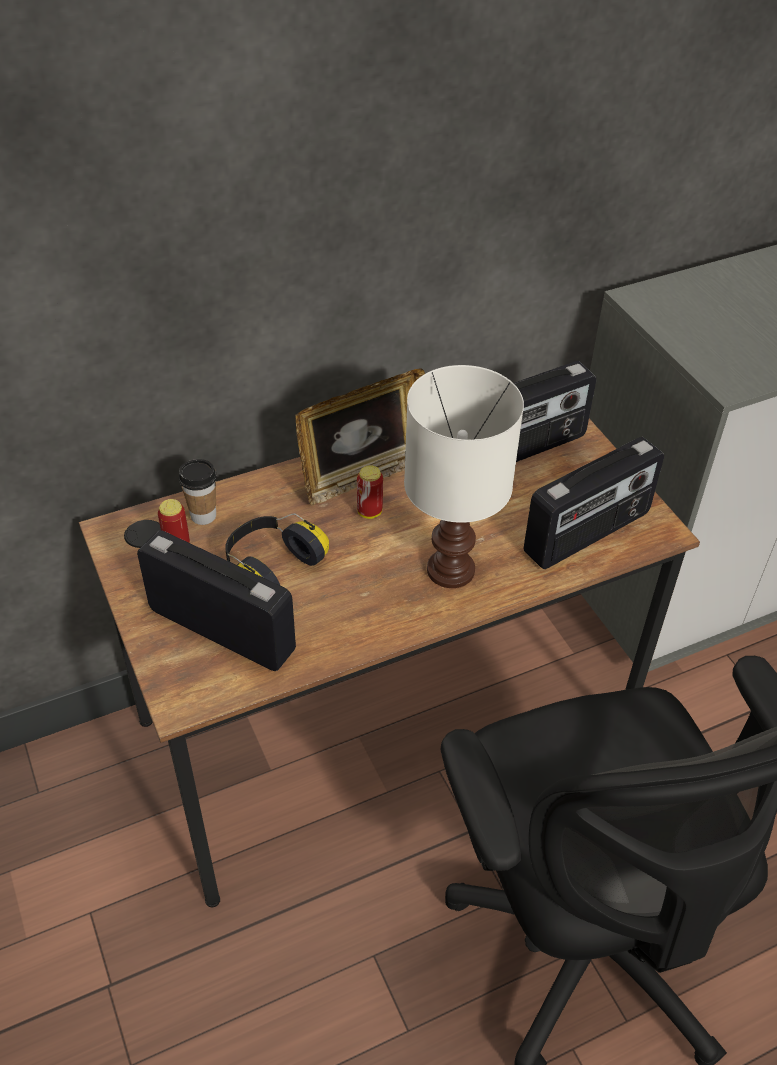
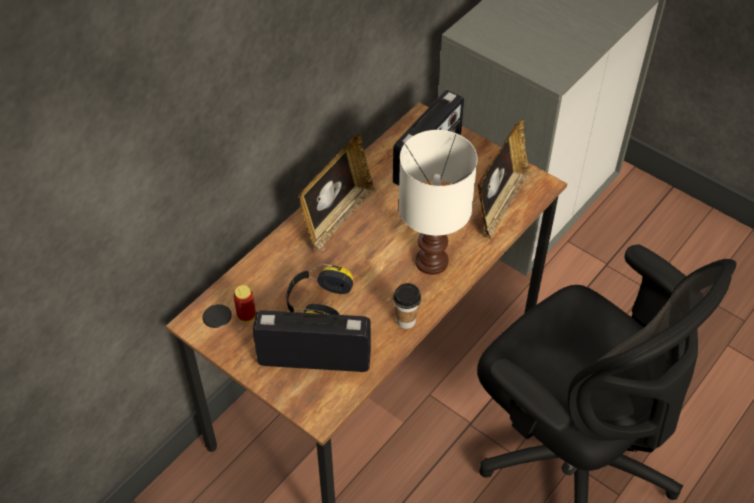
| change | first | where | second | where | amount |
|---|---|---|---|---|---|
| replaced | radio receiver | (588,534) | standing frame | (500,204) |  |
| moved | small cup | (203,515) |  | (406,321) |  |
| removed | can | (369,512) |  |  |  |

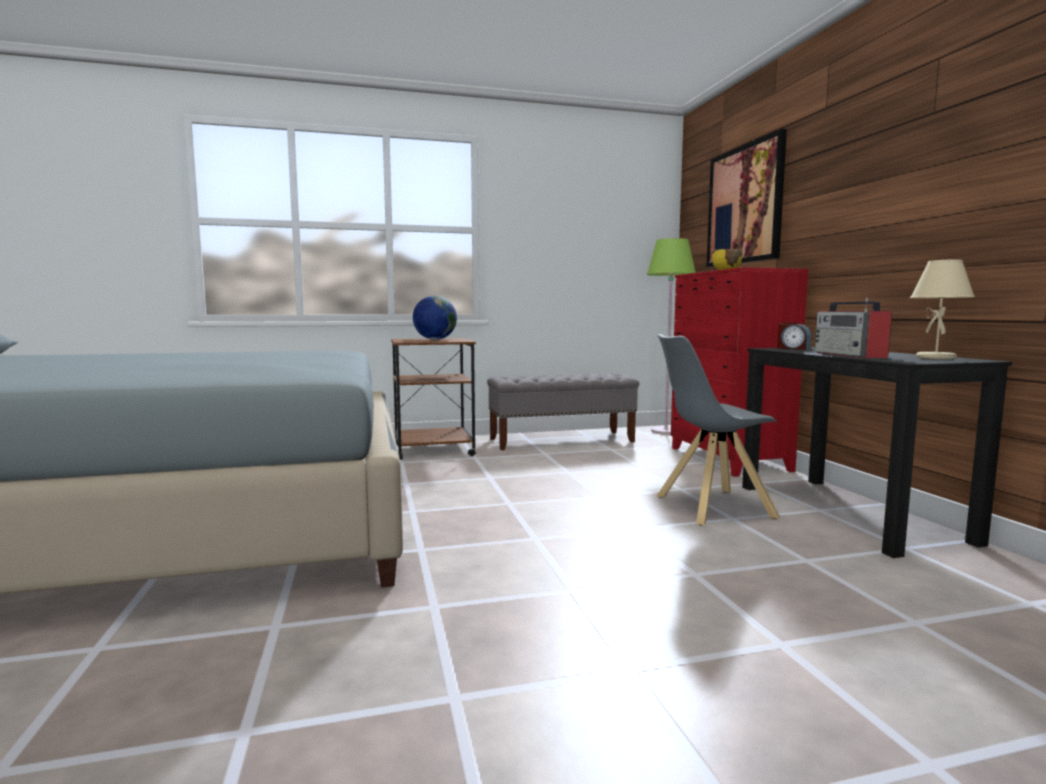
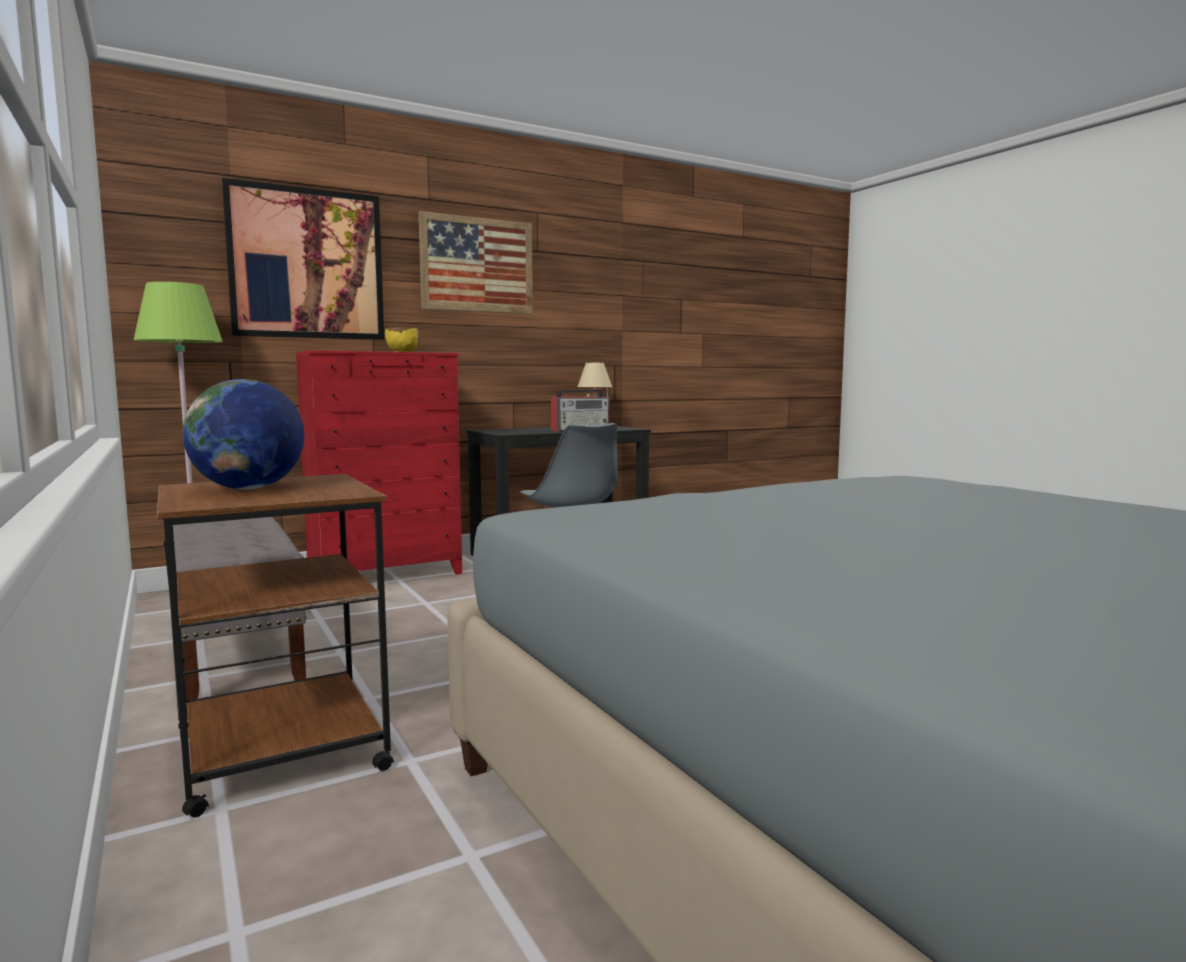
| change | first | where | second | where | amount |
|---|---|---|---|---|---|
| removed | alarm clock | (793,348) |  |  |  |
| added |  |  | picture | (477,265) |  |

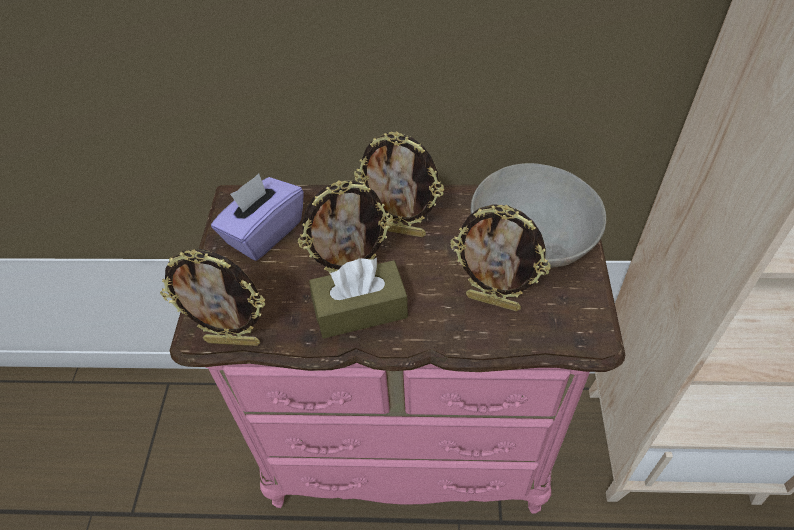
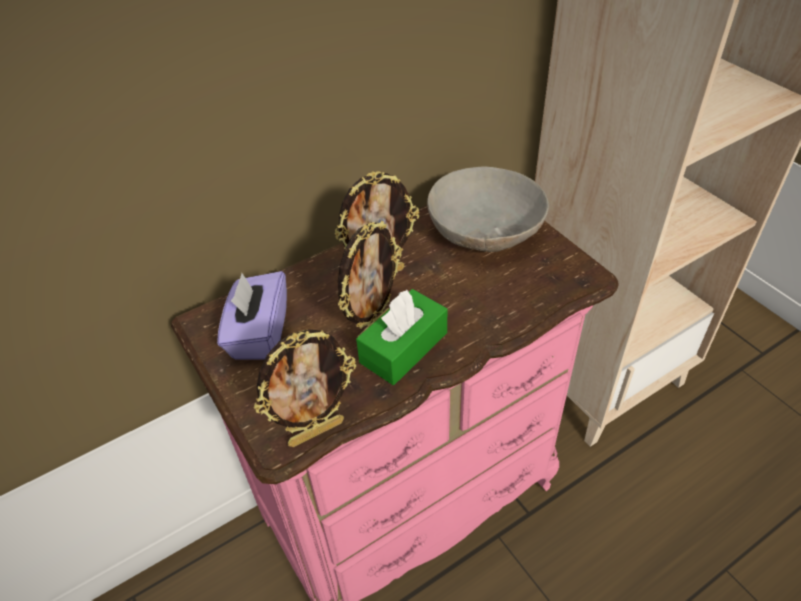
| change | first | where | second | where | amount |
|---|---|---|---|---|---|
| removed | standing frame | (493,301) |  |  |  |
| recoloured | tissue box in brownish | (360,310) | tissue box in greenish | (403,347) |  |

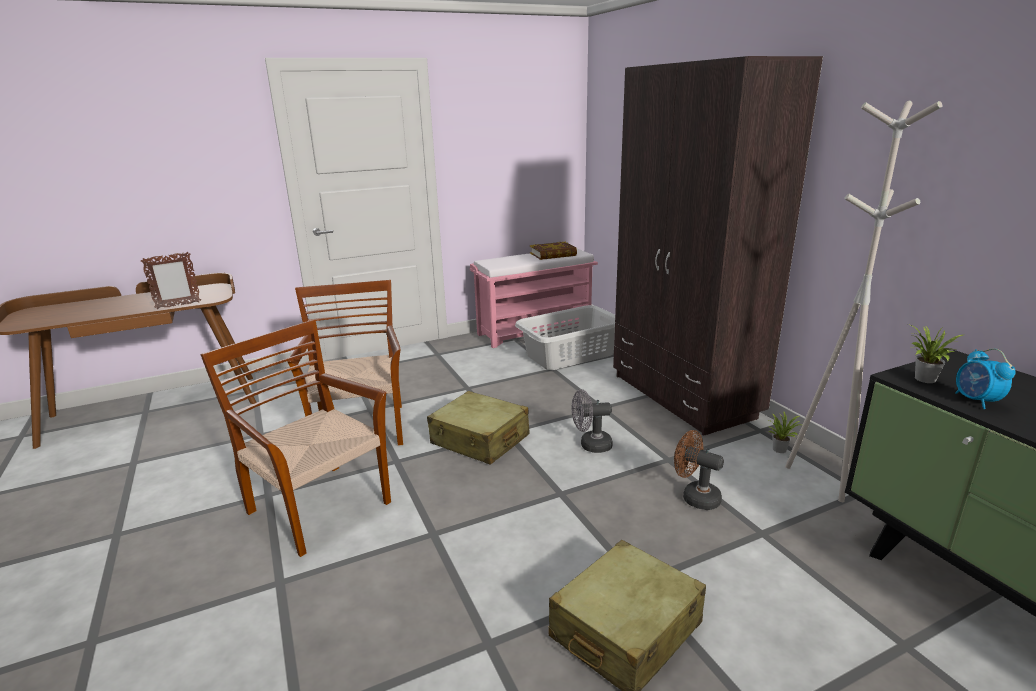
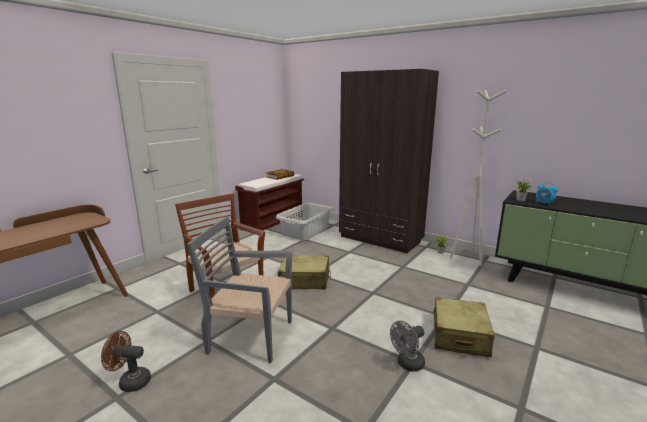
| change | first | where | second | where | amount |
|---|---|---|---|---|---|
| recoloured | indoor bench in pink | (535,331) | indoor bench in brownish | (273,223) |  |
| removed | standing frame | (178,305) |  |  |  |
| recoloured | armchair in brownish | (319,506) | armchair in grey | (250,336) |  |
| moved | electric fan in grey | (590,445) |  | (407,364) |  |
| moved | electric fan in brownish | (695,497) |  | (130,381) |  |

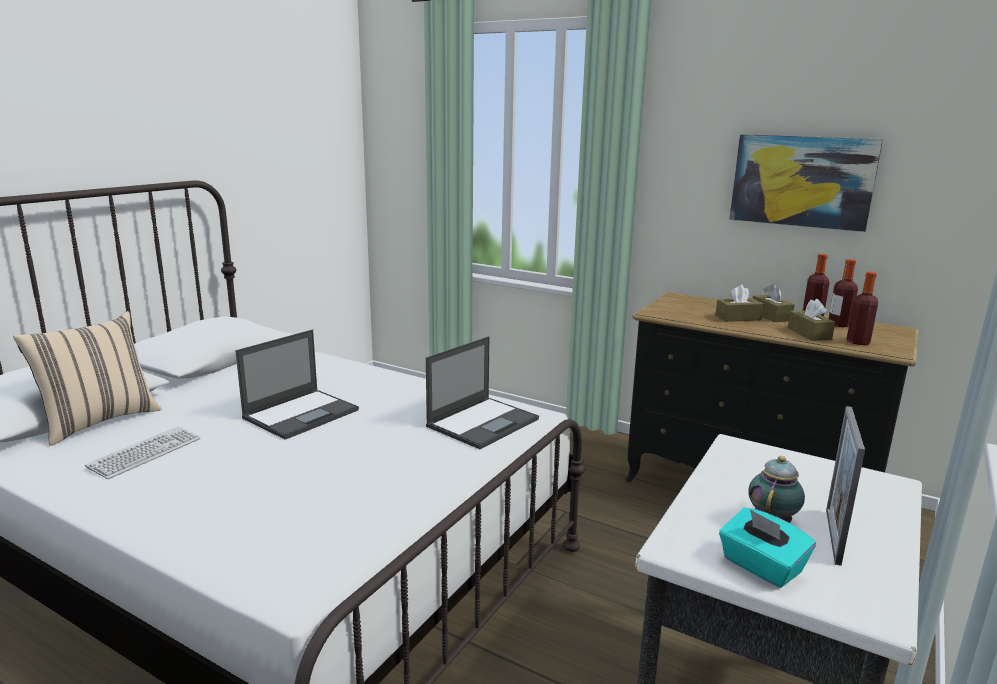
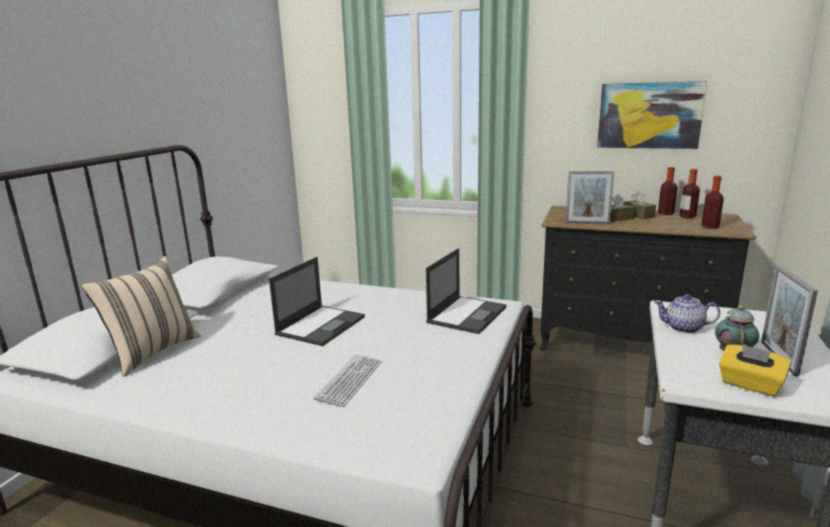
| change | first | where | second | where | amount |
|---|---|---|---|---|---|
| removed | tissue box in brownish | (809,333) |  |  |  |
| moved | PC keyboard | (145,453) |  | (350,380) |  |
| recoloured | tissue box in turquoise-coloured | (761,567) | tissue box in yellow | (750,385) |  |
| added |  |  | standing frame | (587,223) |  |
| added |  |  | tea pot | (683,328) |  |

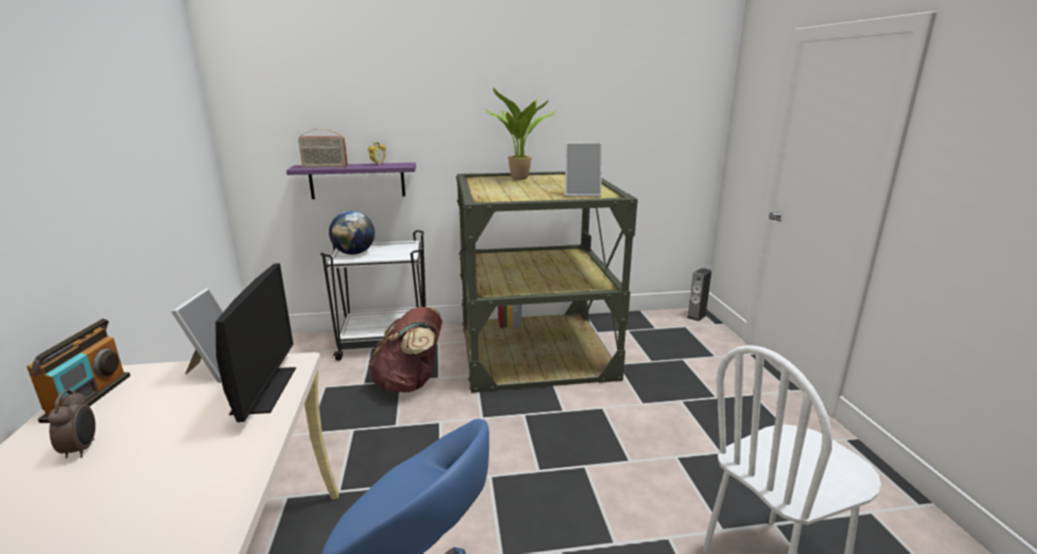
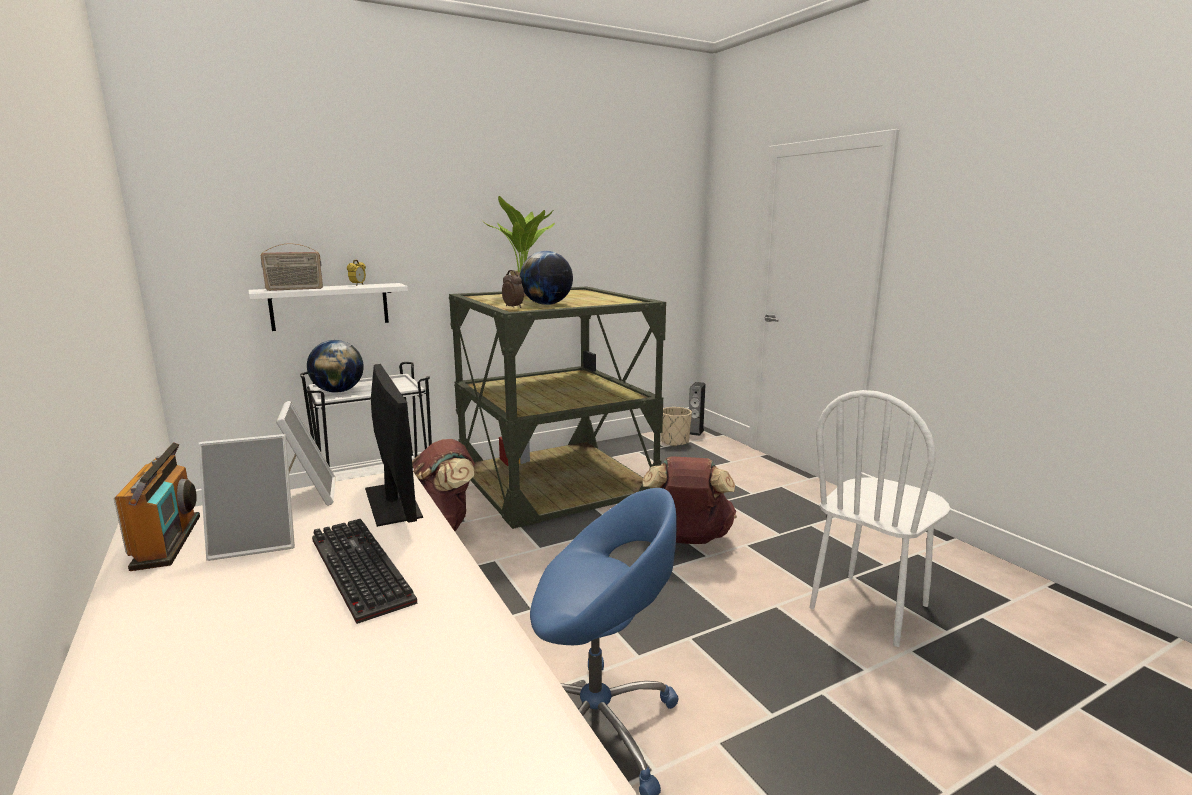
| change | first | where | second | where | amount |
|---|---|---|---|---|---|
| moved | standing frame | (582,194) |  | (257,542) |  |
| recoloured | bracket shelf in purplish | (357,180) | bracket shelf in whitish | (330,306) |  |
| moved | alarm clock | (82,449) |  | (513,307) |  |
| added |  |  | globe | (547,304) |  |
| added |  |  | plant pot in beige | (675,442) |  |
| added |  |  | knapsack in brownish | (685,540) |  |
| added |  |  | PC keyboard | (355,569) |  |

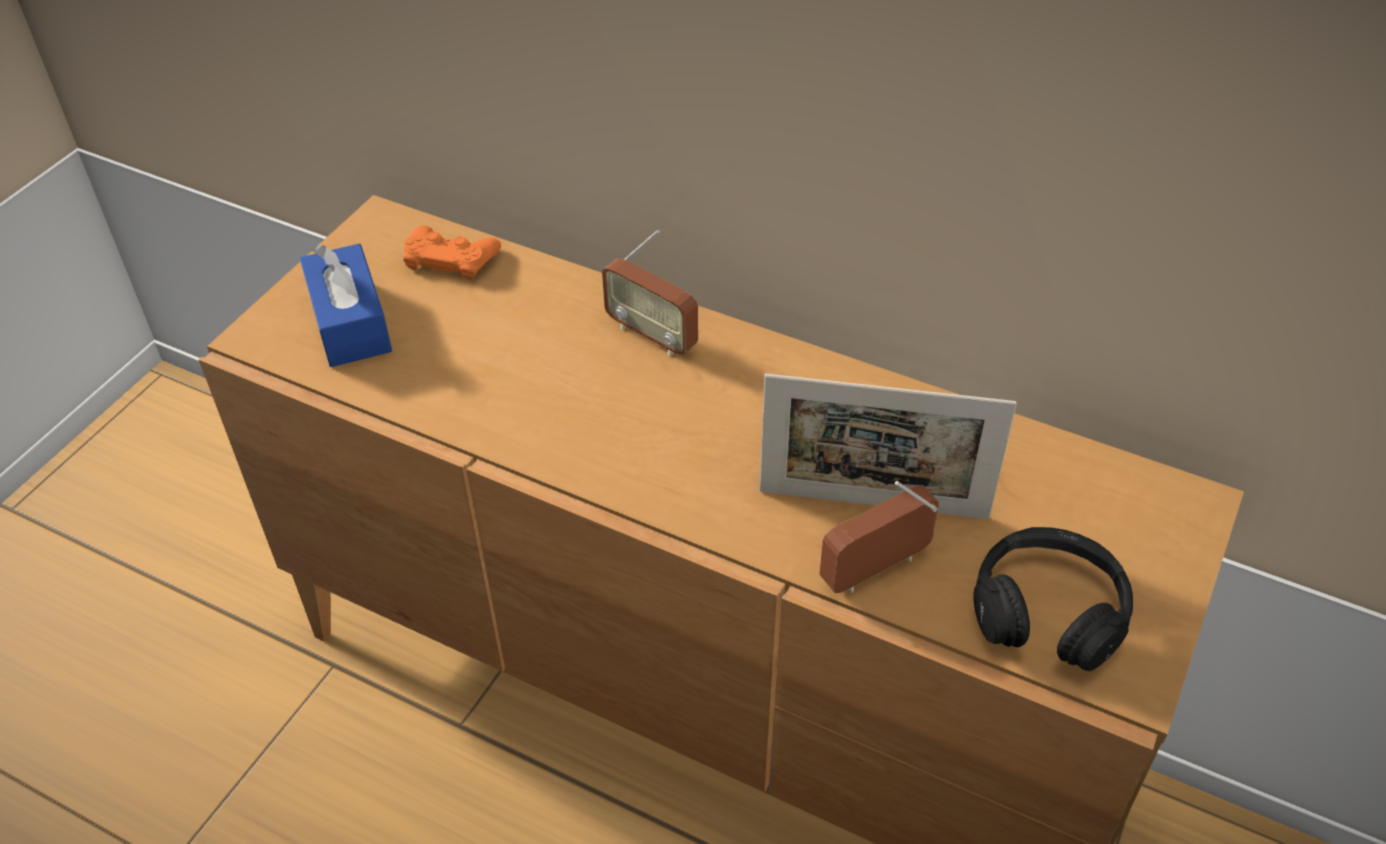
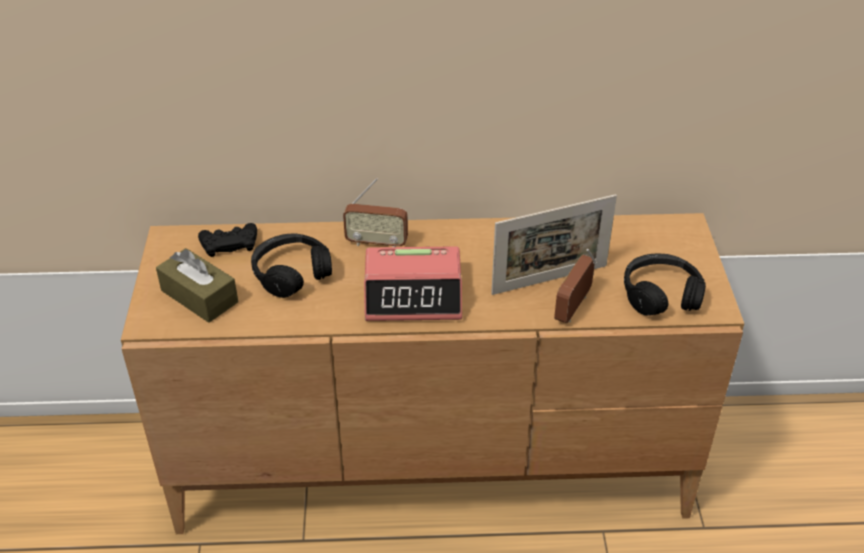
| change | first | where | second | where | amount |
|---|---|---|---|---|---|
| recoloured | gamepad in orange-coloured | (451,258) | gamepad in black-coloured | (229,243) |  |
| recoloured | tissue box in blue | (350,323) | tissue box in brownish | (199,296) |  |
| added |  |  | headset in black-coloured | (291,273) |  |
| added |  |  | alarm clock | (414,295) |  |

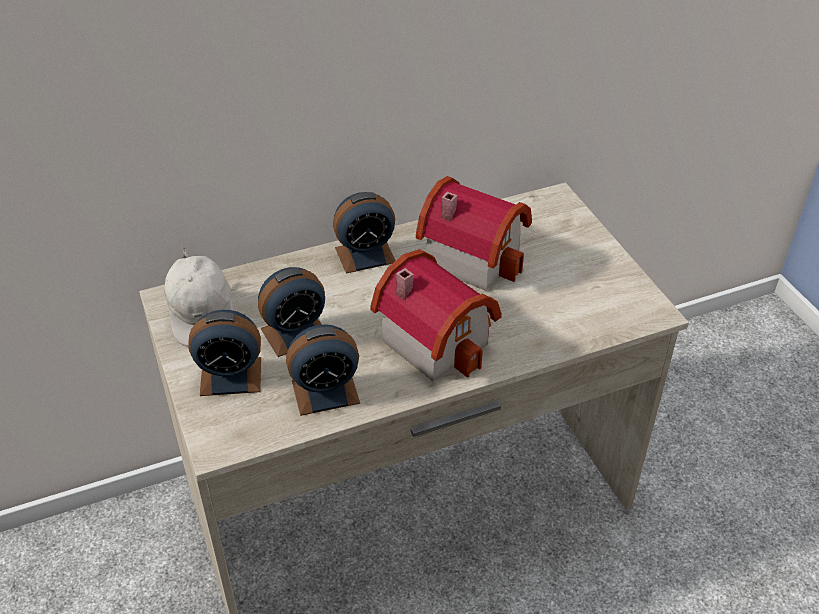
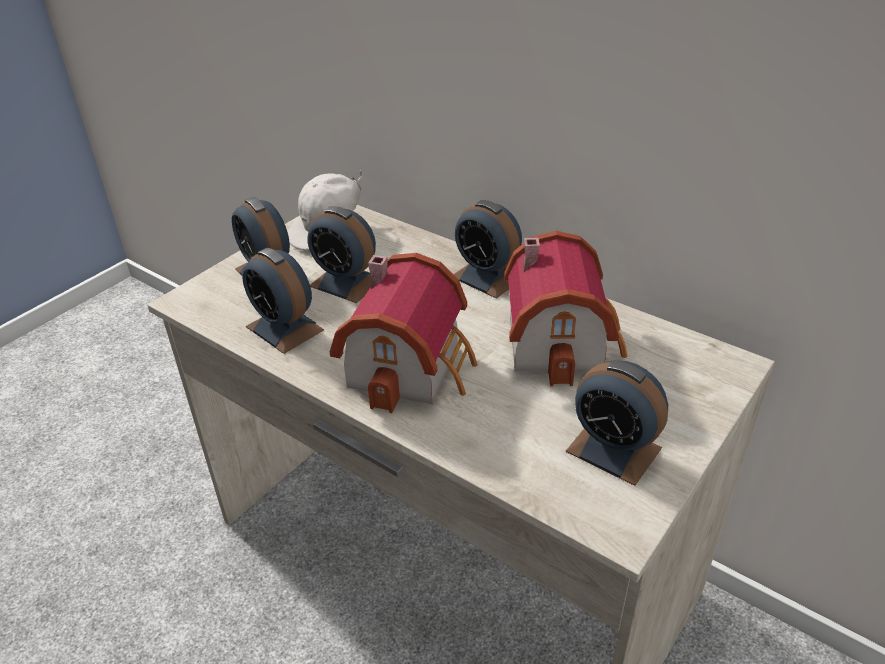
| change | first | where | second | where | amount |
|---|---|---|---|---|---|
| added |  |  | alarm clock | (613,449) |  |

